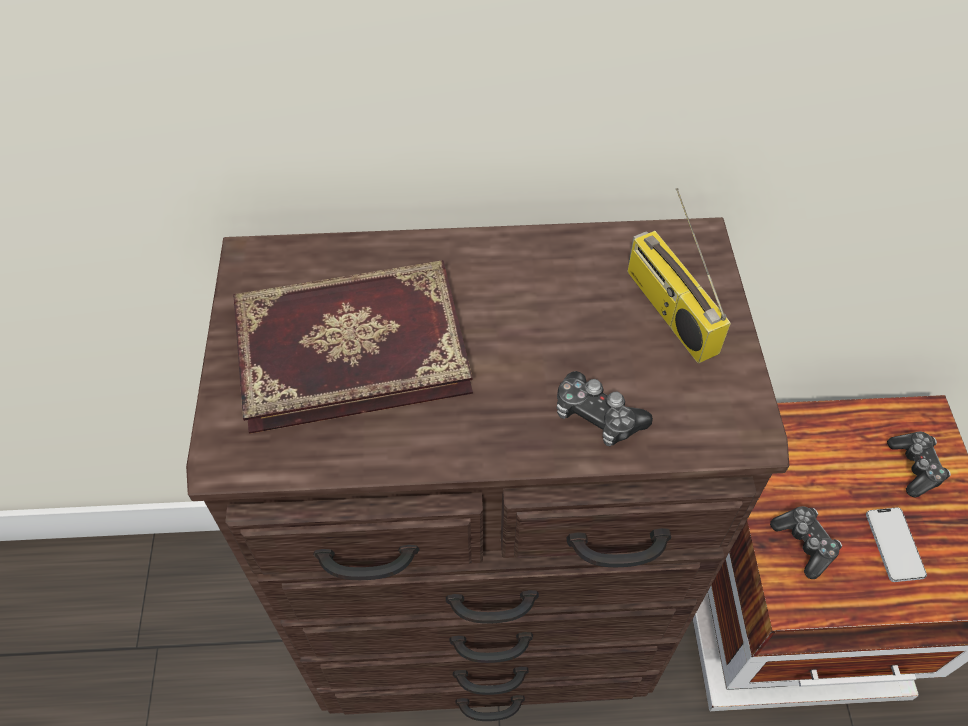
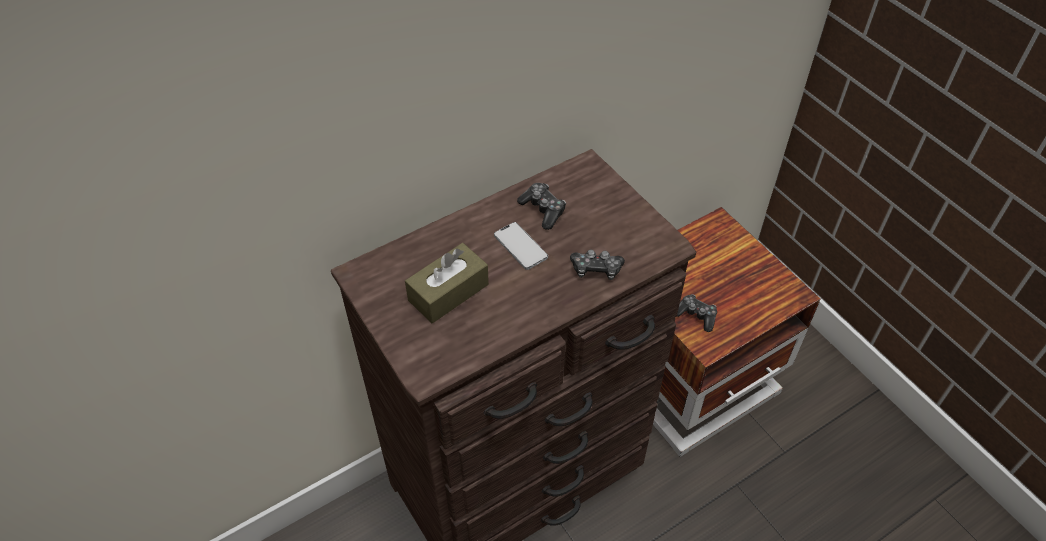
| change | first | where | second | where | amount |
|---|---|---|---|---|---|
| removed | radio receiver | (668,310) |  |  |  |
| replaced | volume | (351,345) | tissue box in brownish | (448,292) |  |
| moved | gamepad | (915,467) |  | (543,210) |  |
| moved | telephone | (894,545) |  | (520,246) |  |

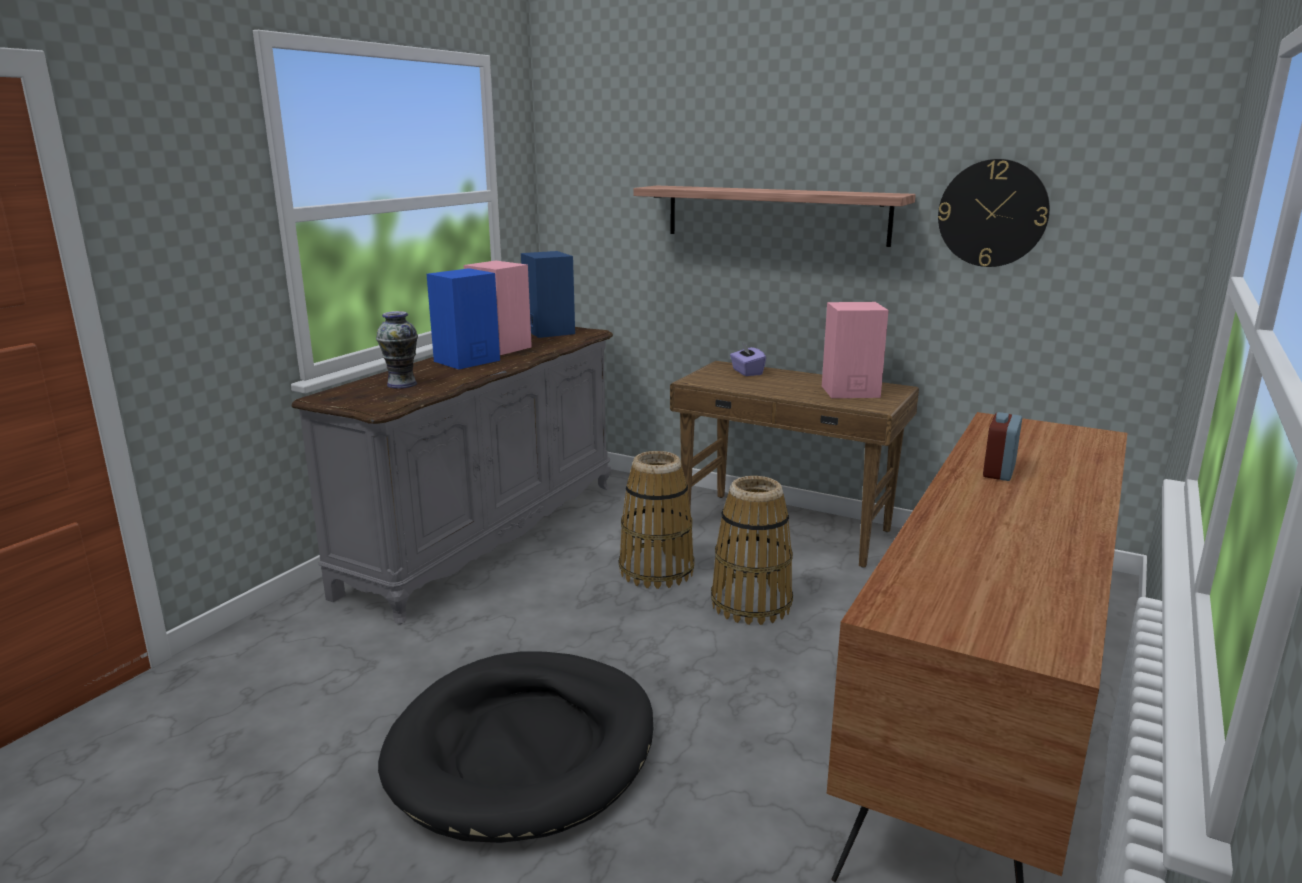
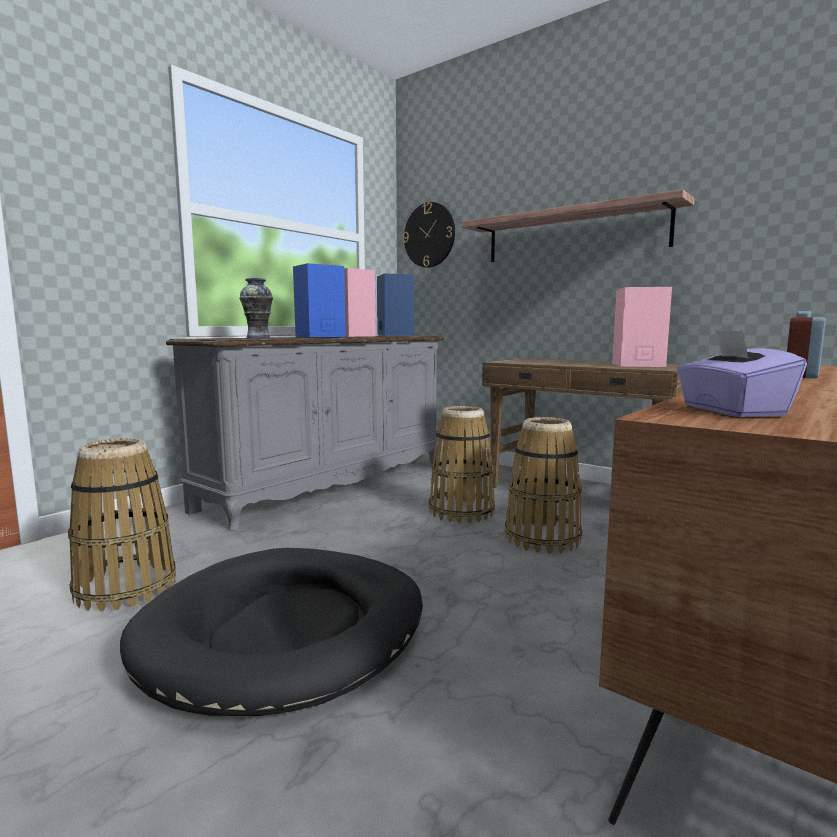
| change | first | where | second | where | amount |
|---|---|---|---|---|---|
| moved | wall clock | (992,213) |  | (429,235) |  |
| moved | tissue box in purplish | (746,372) |  | (731,411) |  |
| added |  |  | household basket | (126,587) |  |

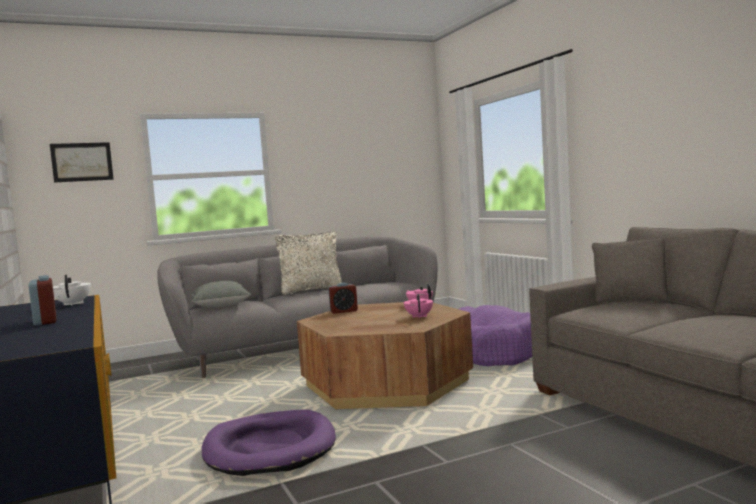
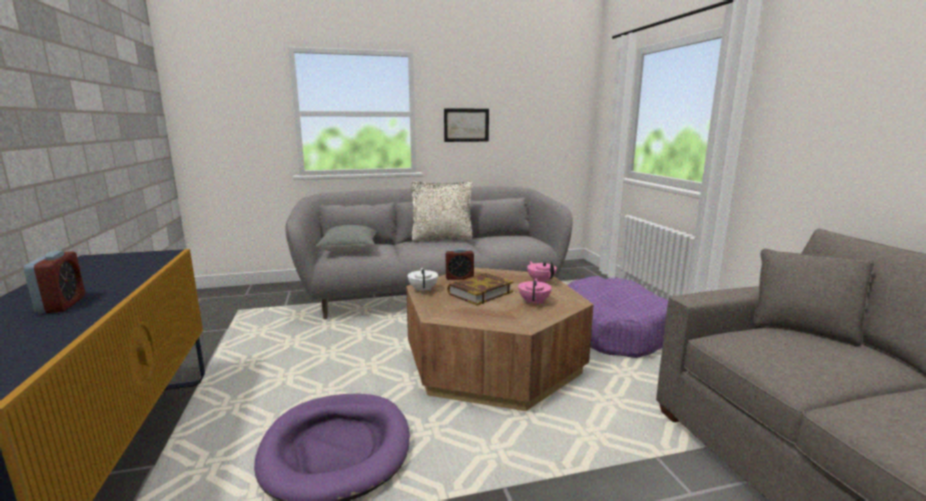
| change | first | where | second | where | amount |
|---|---|---|---|---|---|
| moved | picture | (82,162) |  | (466,125) |  |
| moved | tea pot in whitish | (73,304) |  | (423,289) |  |
| added |  |  | volume | (480,293) |  |

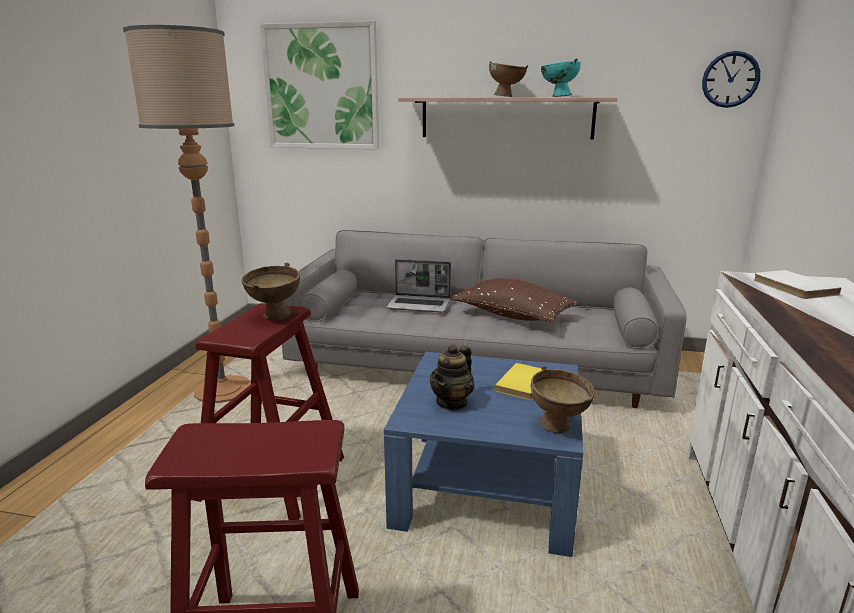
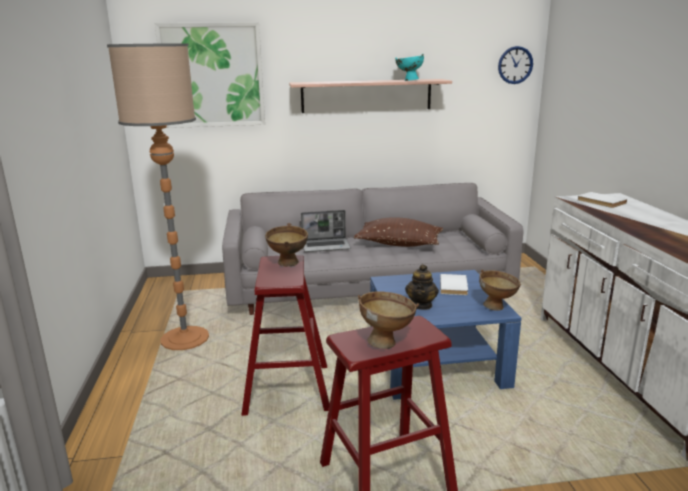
| change | first | where | second | where | amount |
|---|---|---|---|---|---|
| moved | serving bowl in brownish | (507,97) |  | (388,342) |  |
| recoloured | volume in yellow | (525,384) | volume in whitish | (455,286) |  |

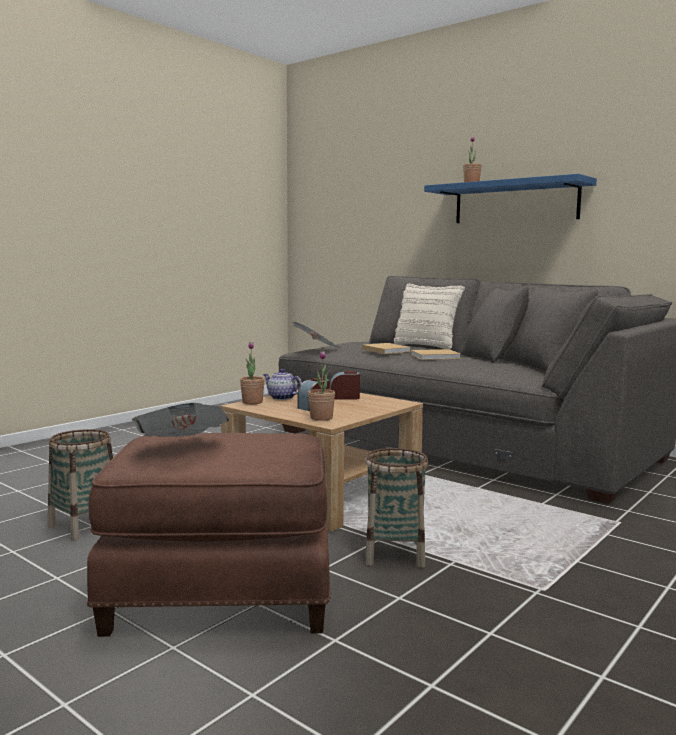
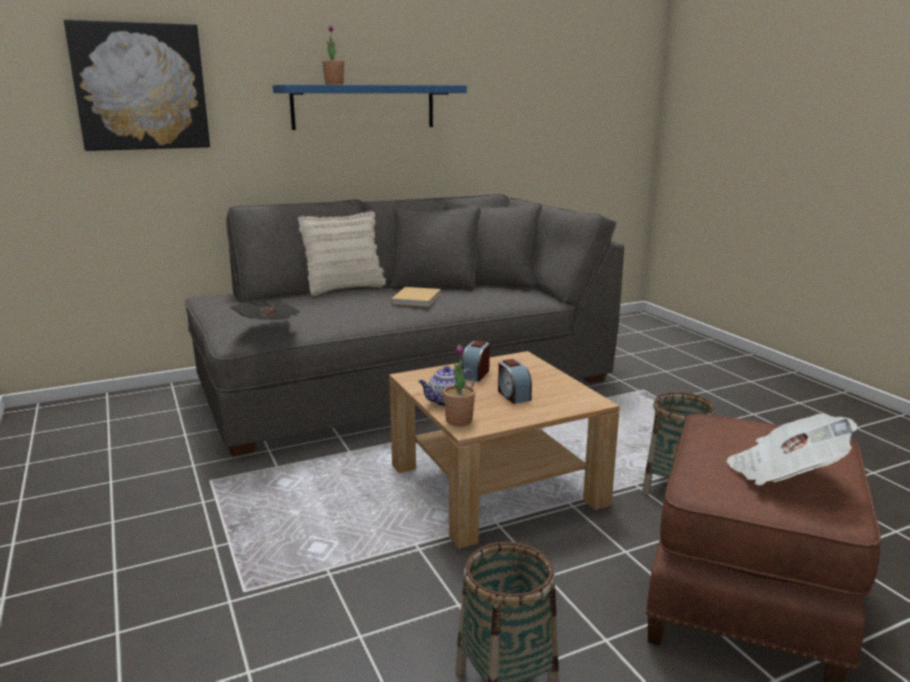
| change | first | where | second | where | amount |
|---|---|---|---|---|---|
| removed | volume in beige | (385,350) |  |  |  |
| removed | plant in a pot | (321,418) |  |  |  |
| added |  |  | picture | (140,87) |  |

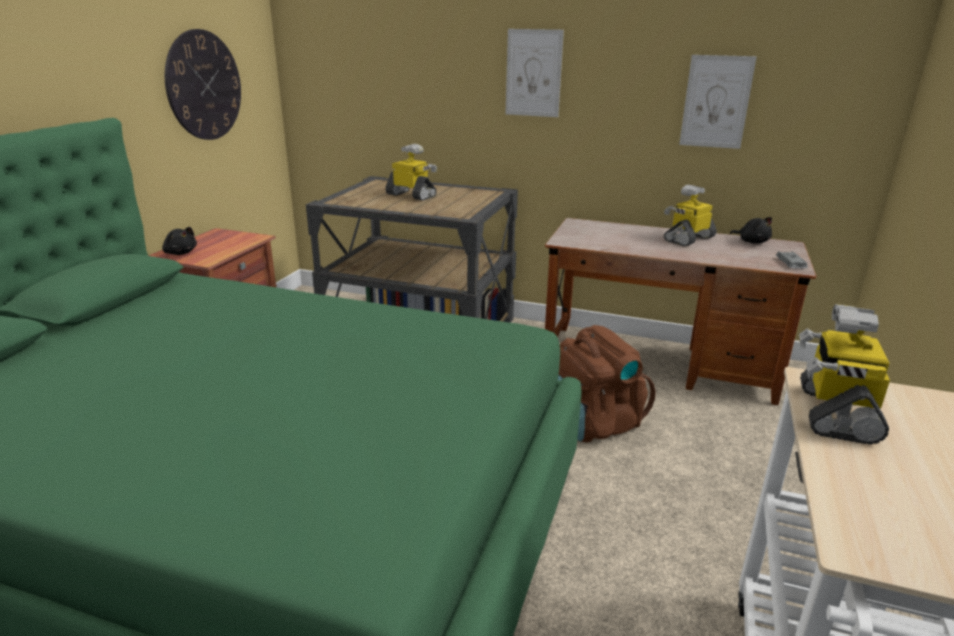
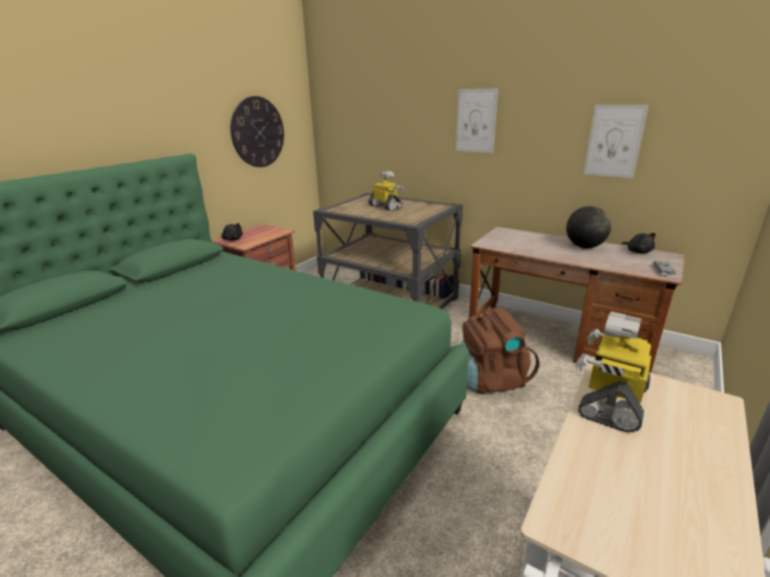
| change | first | where | second | where | amount |
|---|---|---|---|---|---|
| replaced | robot figure | (688,239) | globe | (584,247) |  |

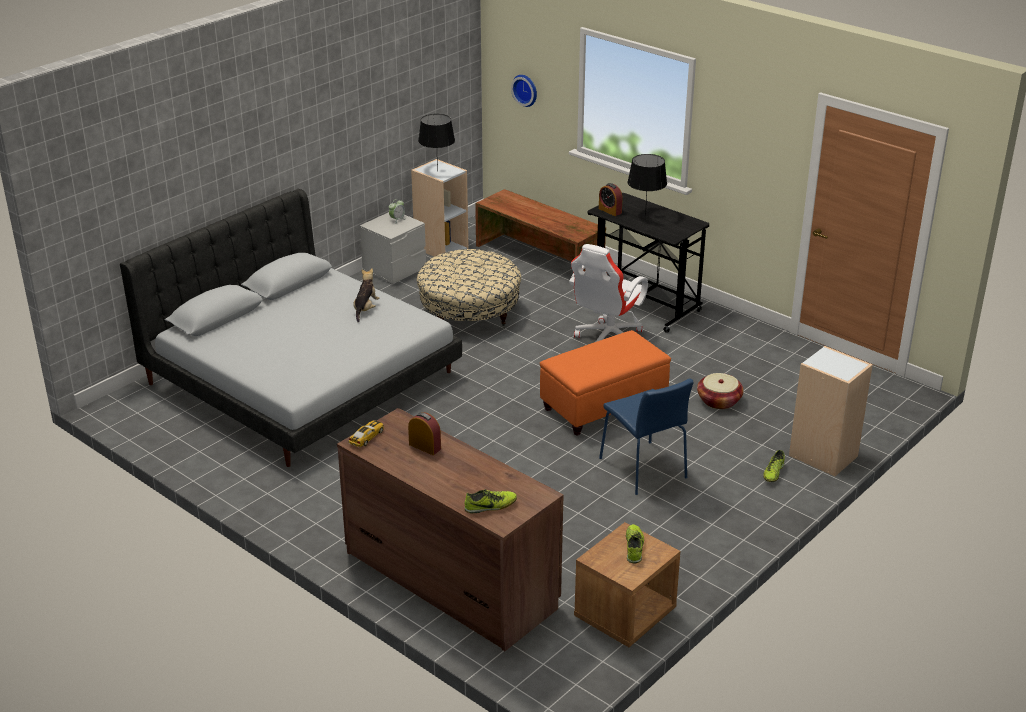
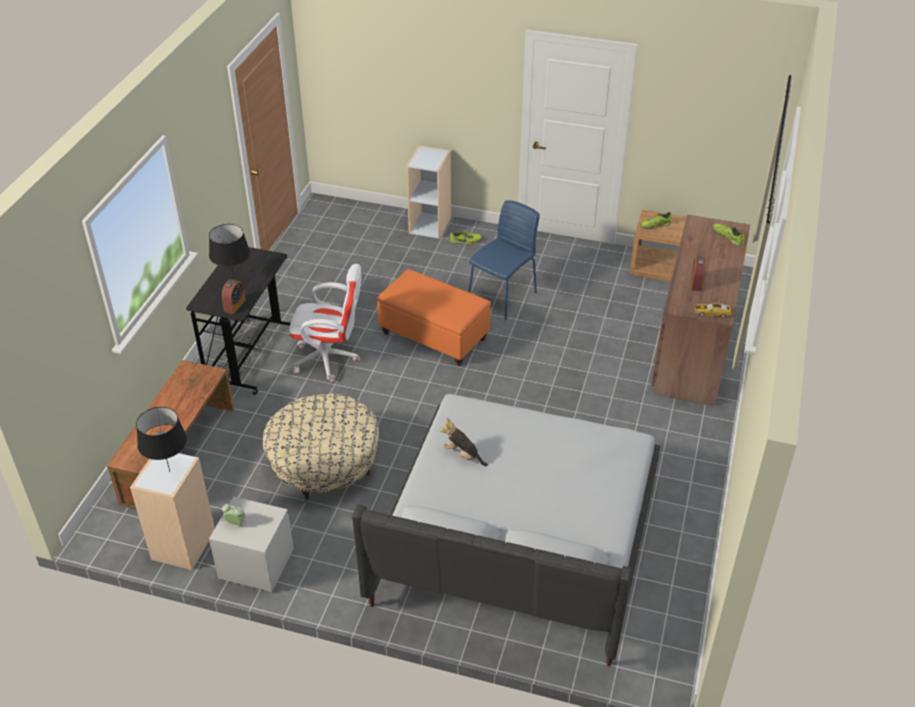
| change | first | where | second | where | amount |
|---|---|---|---|---|---|
| removed | wall clock | (526,89) |  |  |  |
| turned | soft toy | (365,309) |  | (463,455) | 45 degrees clockwise |
| removed | household basket | (719,401) |  |  |  |

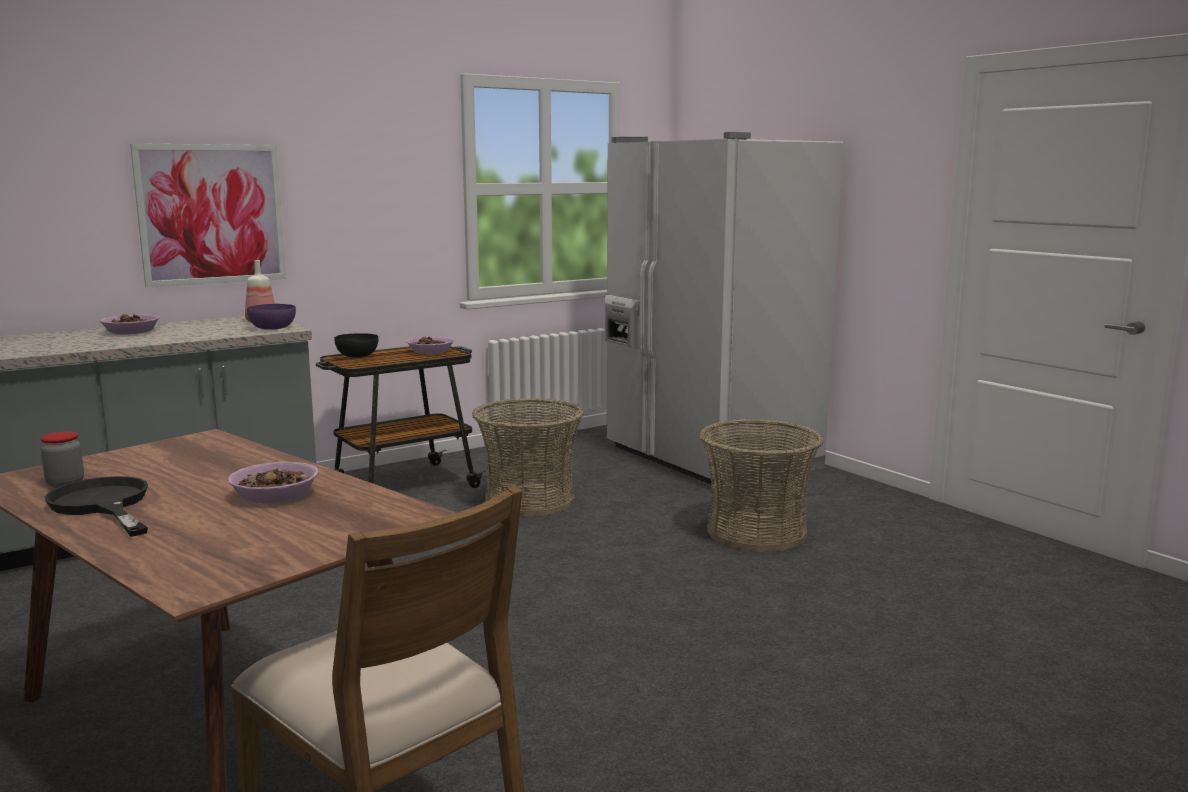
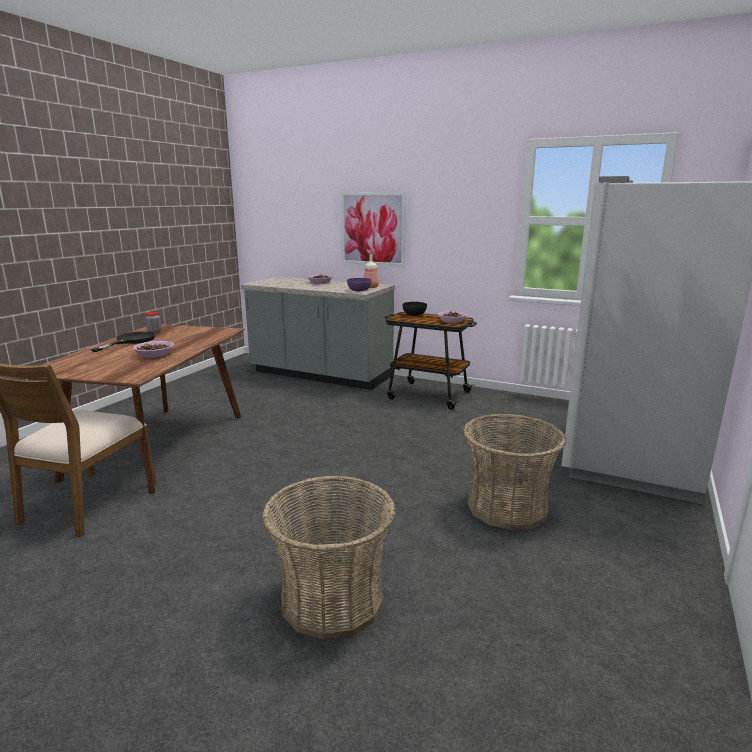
| change | first | where | second | where | amount |
|---|---|---|---|---|---|
| moved | household basket | (530,501) |  | (332,600) |  |

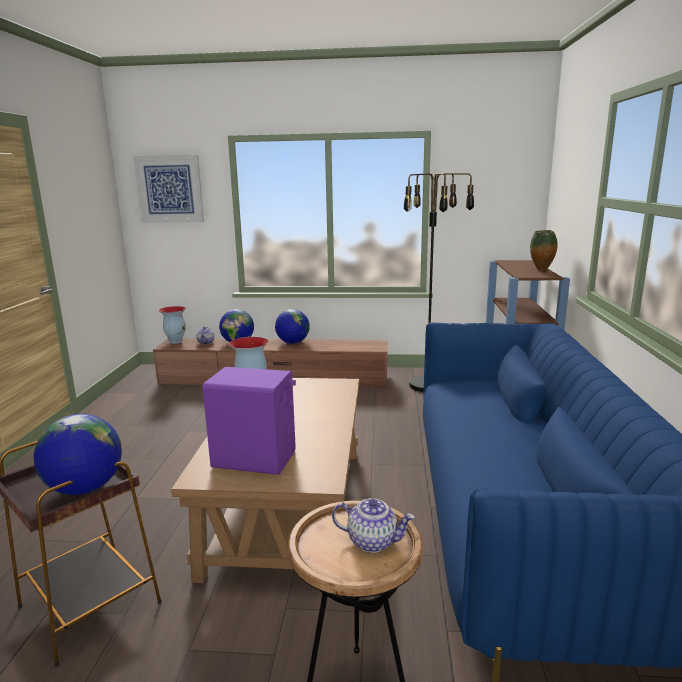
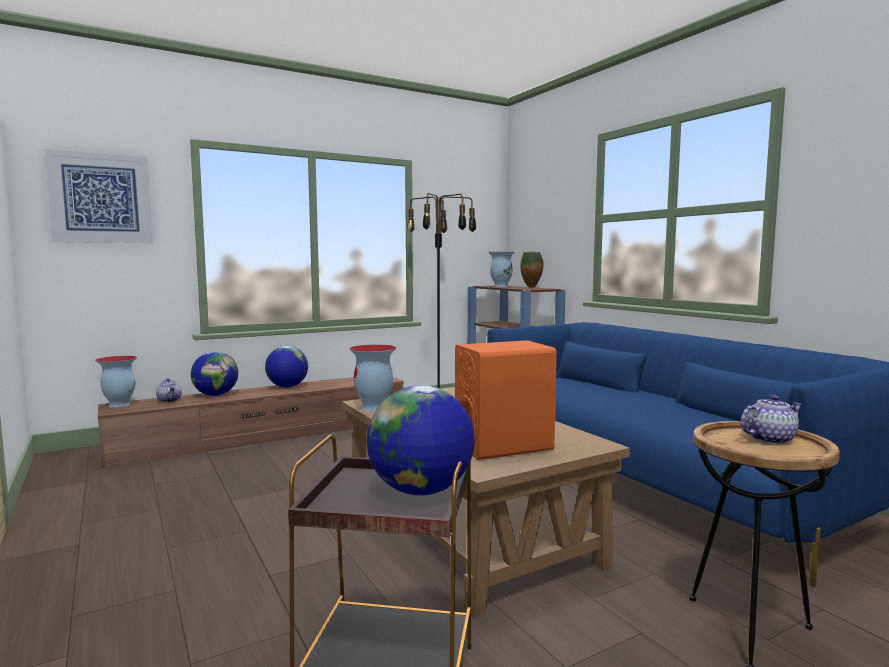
| change | first | where | second | where | amount |
|---|---|---|---|---|---|
| recoloured | audio speaker in purplish | (255,459) | audio speaker in orange-coloured | (504,446) |  |
| added |  |  | flower vase | (501,286) |  |

